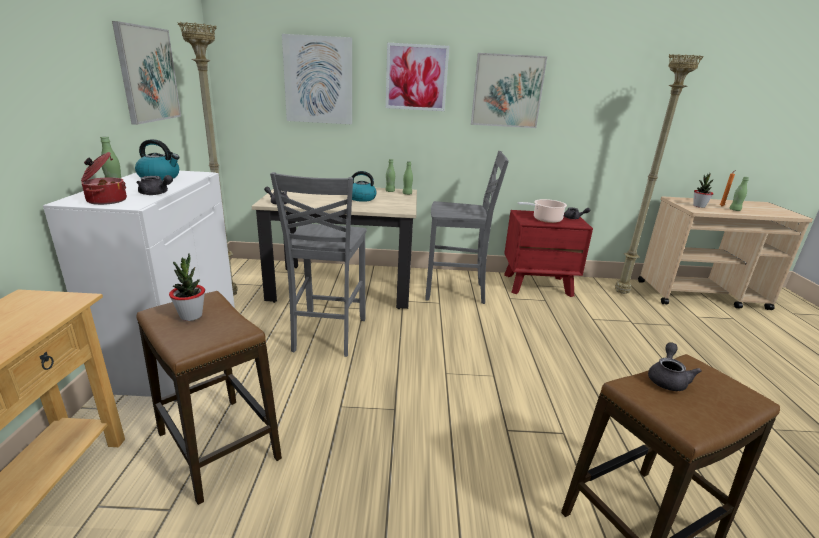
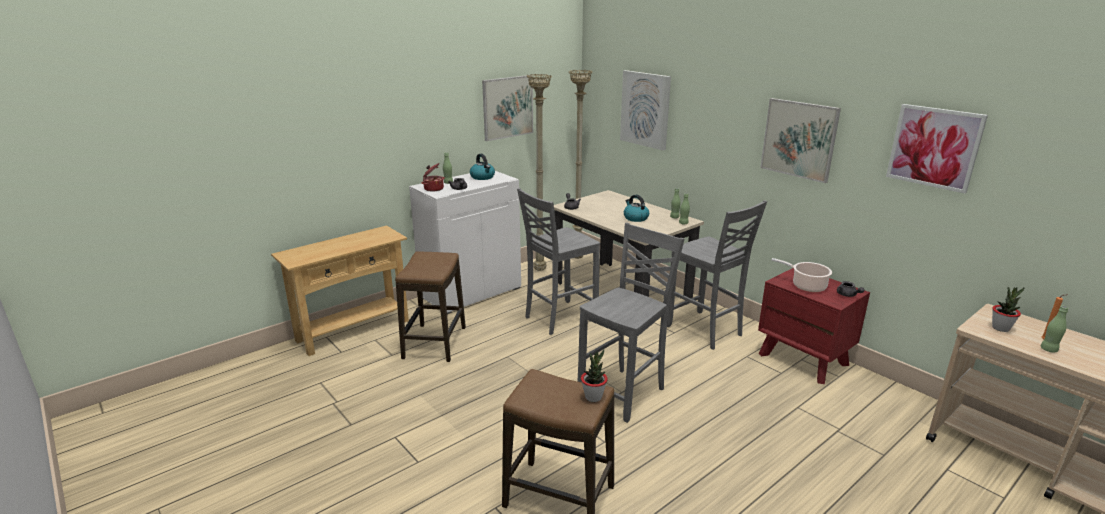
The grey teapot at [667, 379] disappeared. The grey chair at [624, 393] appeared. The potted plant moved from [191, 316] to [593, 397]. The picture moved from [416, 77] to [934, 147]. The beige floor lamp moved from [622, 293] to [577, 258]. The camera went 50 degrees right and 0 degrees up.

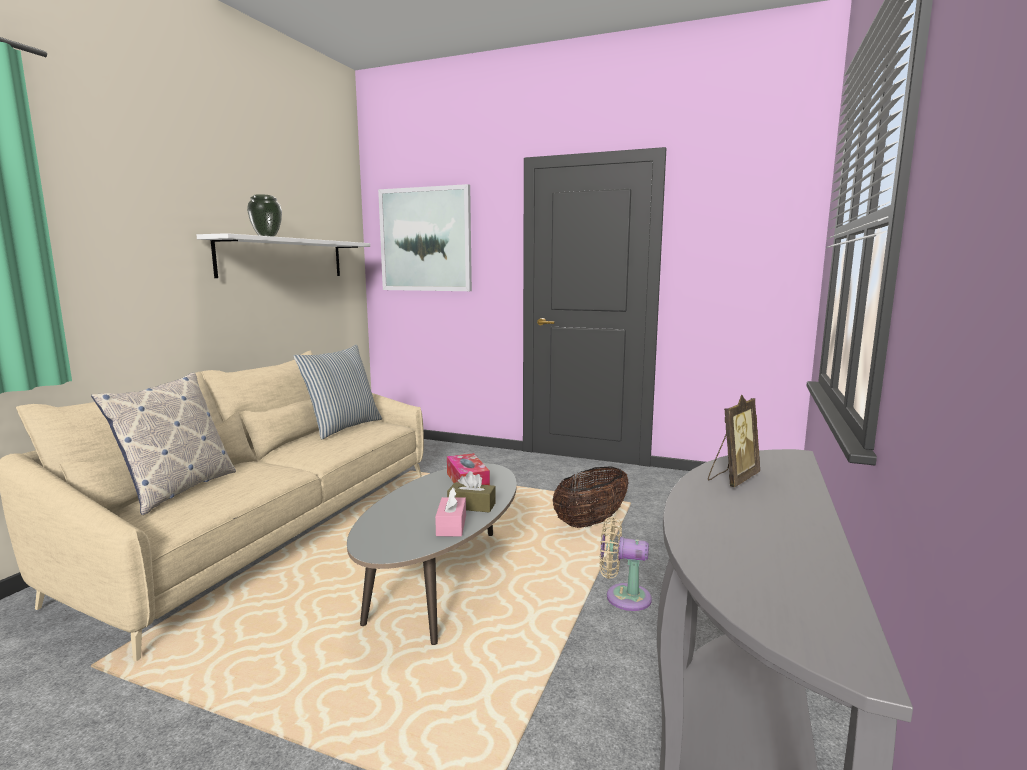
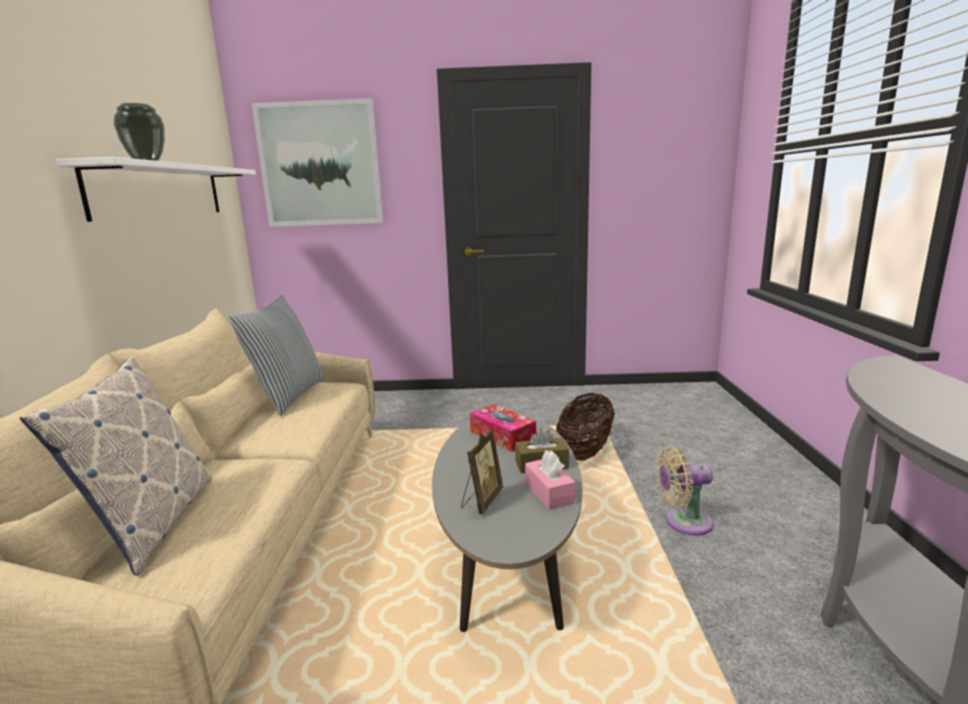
The picture frame moved from [732, 479] to [481, 501]. The camera went 20 degrees left and 5 degrees up.

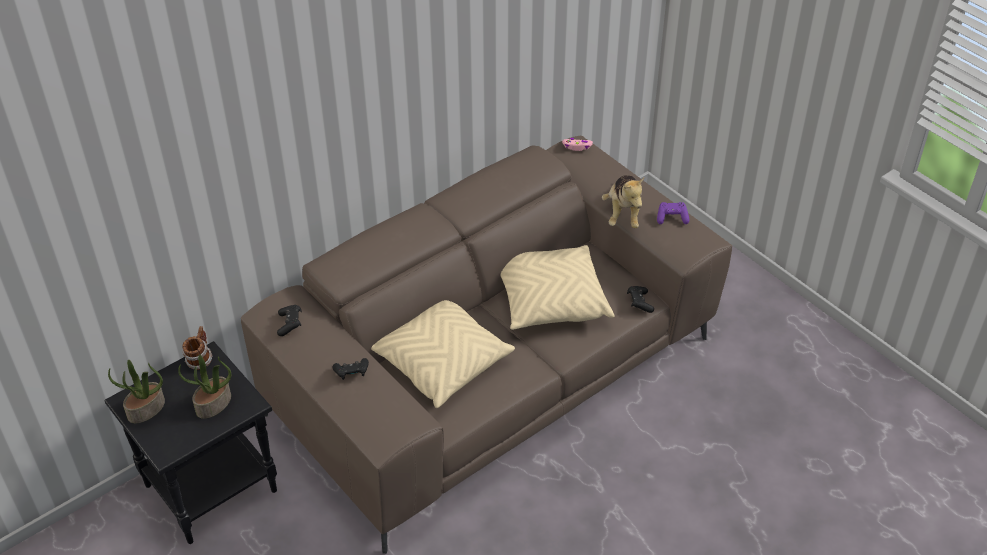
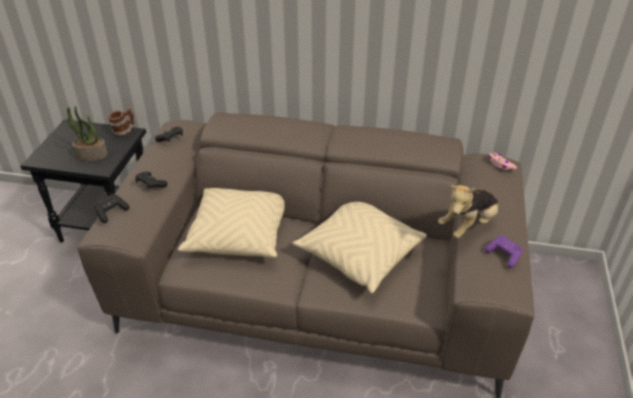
The potted plant at [146, 410] disappeared. The black game controller moved from [639, 303] to [111, 212]. The camera went 50 degrees right and 5 degrees down.

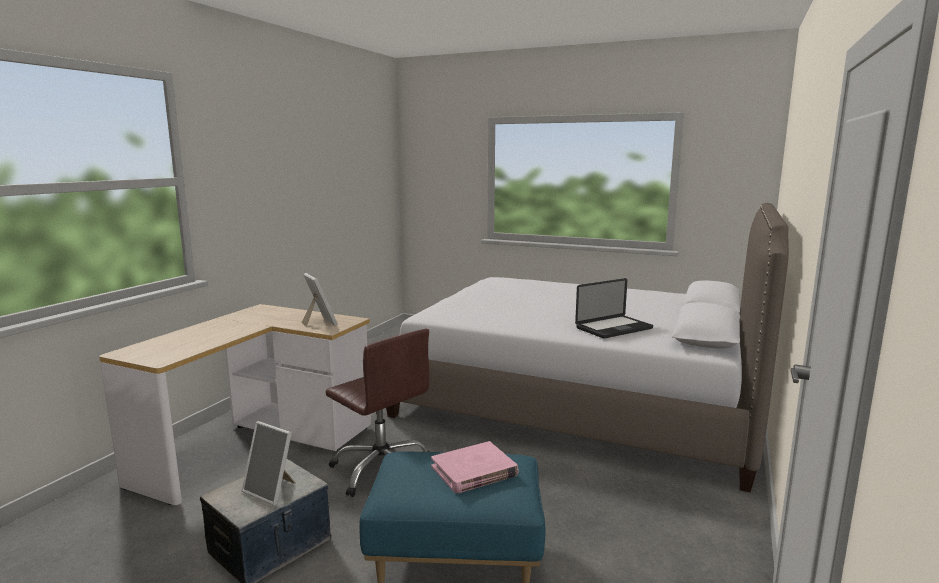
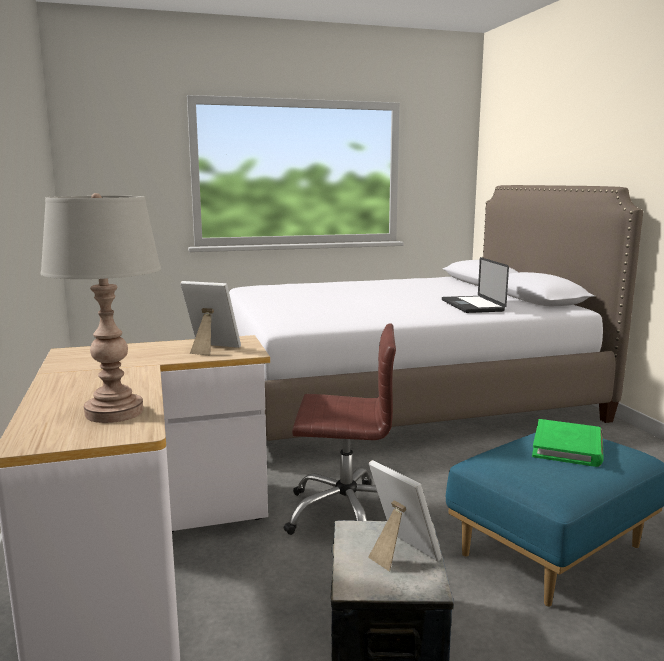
The grey table lamp at [114, 412] appeared. The pink book at [474, 471] became the green book at [568, 447]. The picture frame at [272, 491] turned 120 degrees counterclockwise. The laptop at [614, 328] turned 150 degrees clockwise. The camera went 40 degrees left and 0 degrees up.

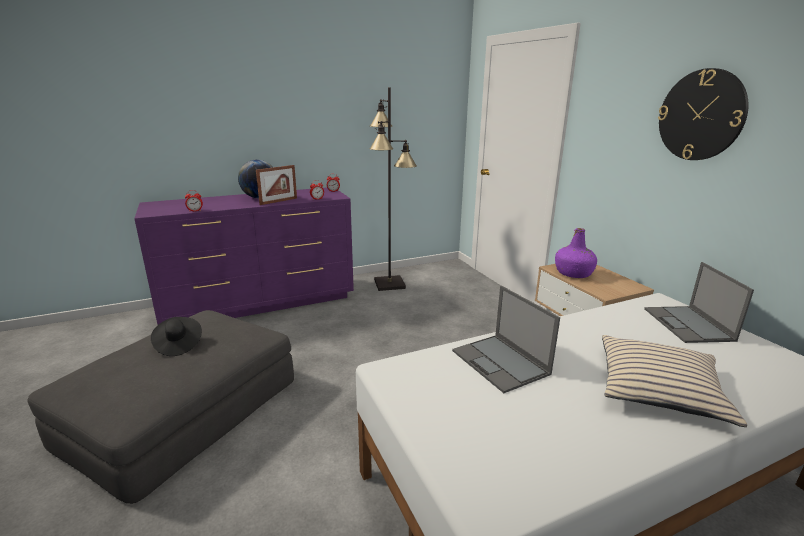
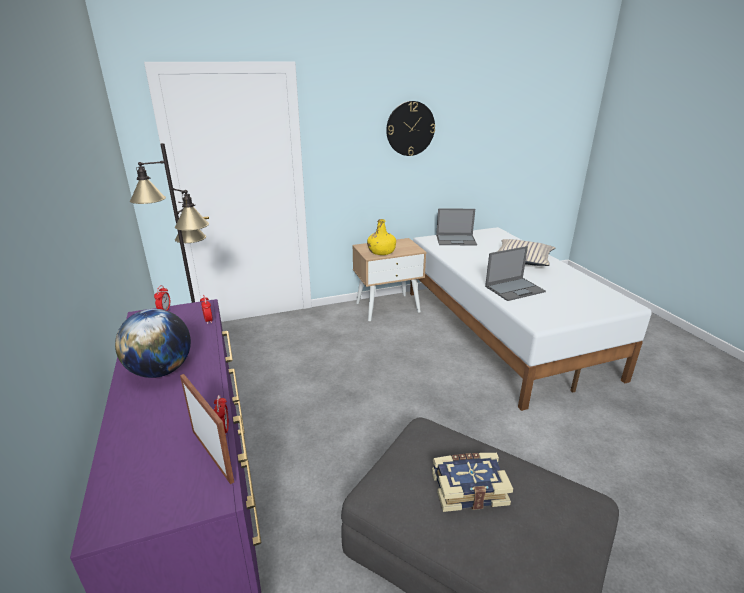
The picture frame moved from [278, 201] to [212, 455]. The black hat at [178, 345] was replaced by the book at [468, 488]. The purple bottle at [573, 273] became the yellow bottle at [381, 252]. The camera went 85 degrees left and 5 degrees up.

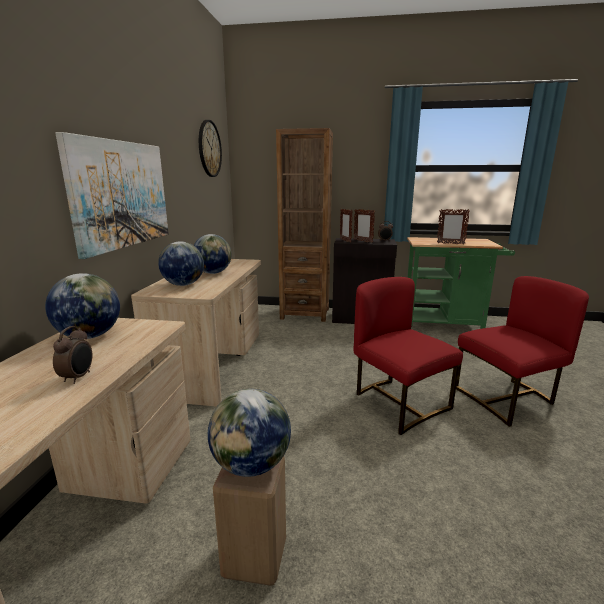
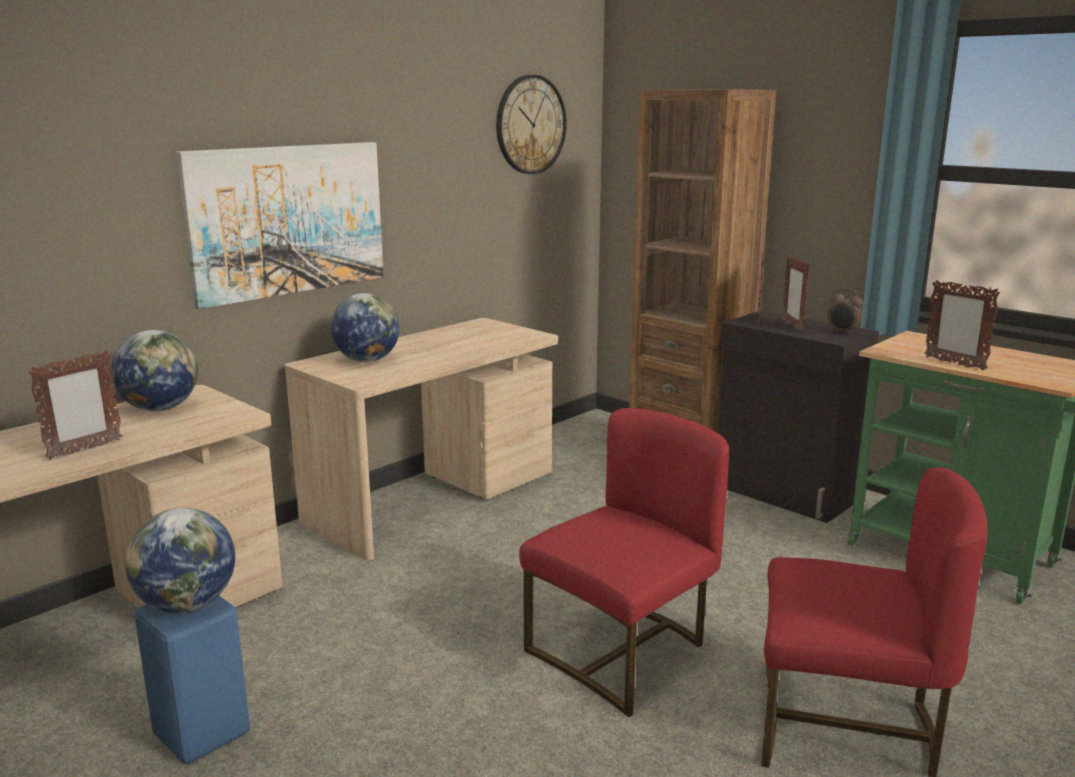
The globe at [213, 273] disappeared. The alarm clock at [78, 377] was replaced by the picture frame at [84, 449]. The beige stool at [256, 559] became the blue stool at [201, 735]. The red chair at [398, 403] turned 45 degrees clockwise. The camera went 35 degrees right and 0 degrees up.

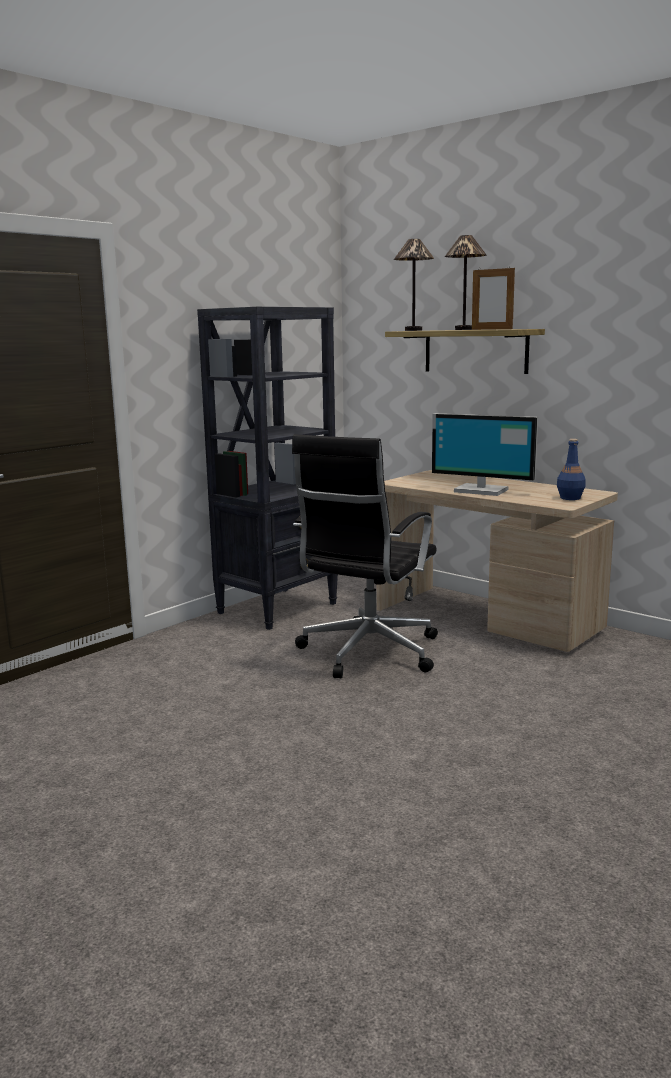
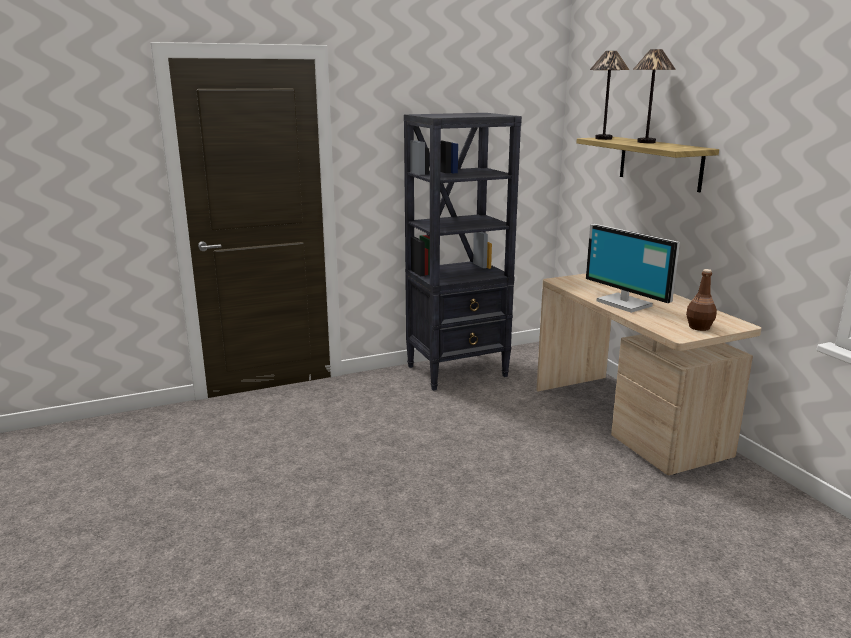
The black office chair at [367, 653] disappeared. The picture frame at [492, 329] disappeared. The blue bottle at [569, 498] became the brown bottle at [699, 327]. The camera went 25 degrees right and 5 degrees up.

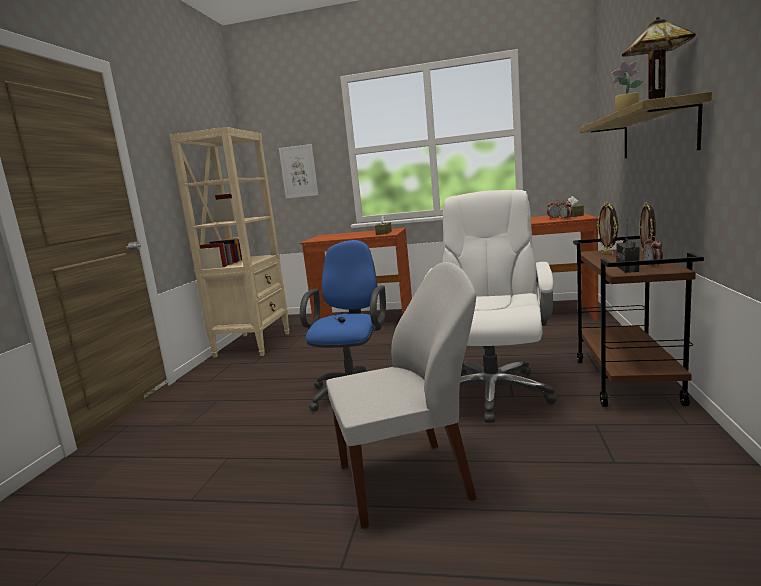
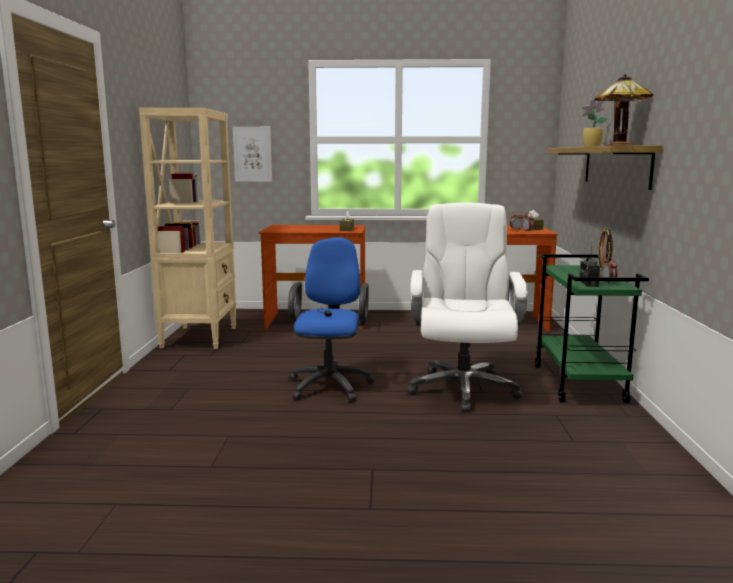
The white chair at [408, 481] disappeared. The picture frame at [607, 254] disappeared. The brown cart at [627, 382] became the green cart at [579, 384]. The camera went 10 degrees left and 0 degrees up.

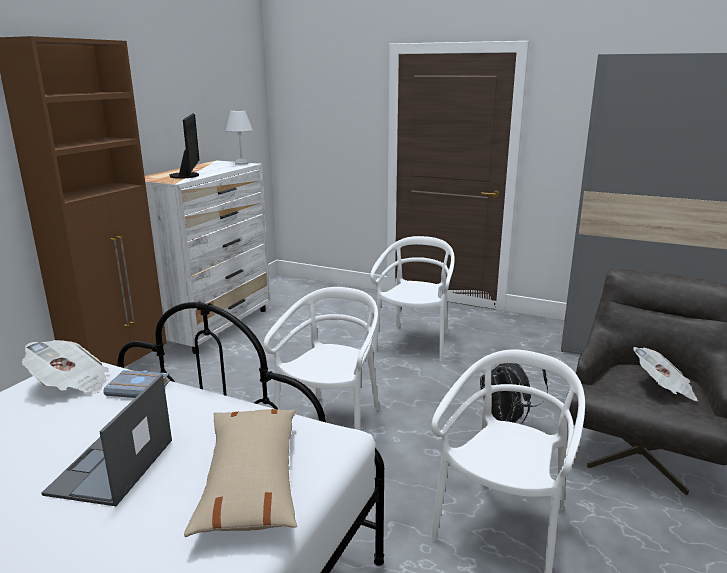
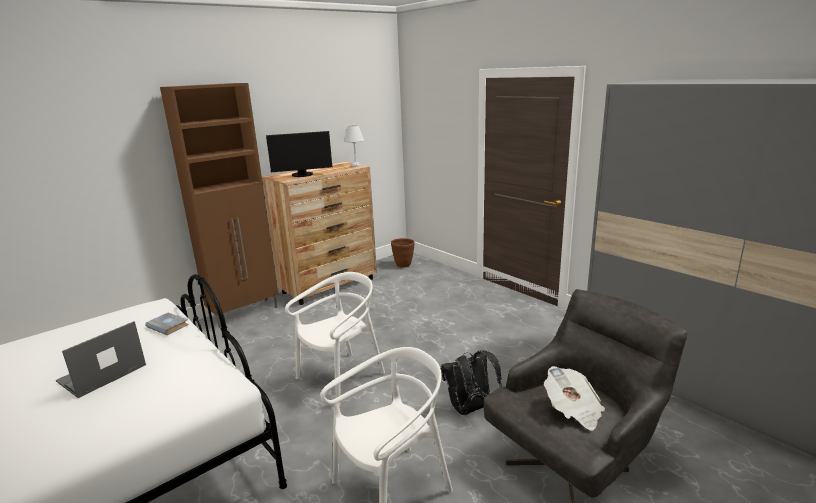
The newspaper at [71, 384] disappeared. The beige pillow at [251, 481] disappeared. The white chair at [414, 343] disappeared. The brown planter at [403, 265] appeared. The white dresser at [215, 326] became the brown dresser at [329, 286]. The monitor at [188, 175] turned 60 degrees clockwise. The camera went 25 degrees right and 0 degrees up.

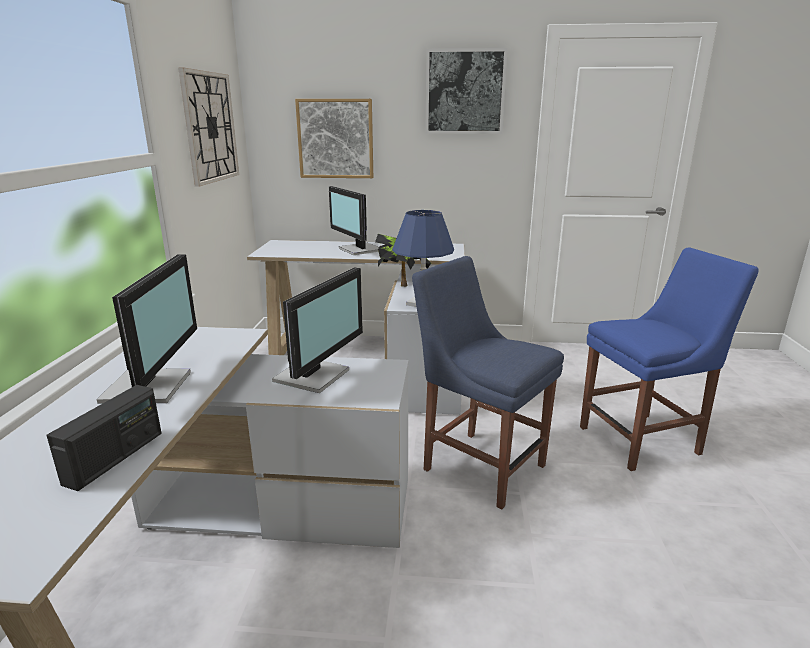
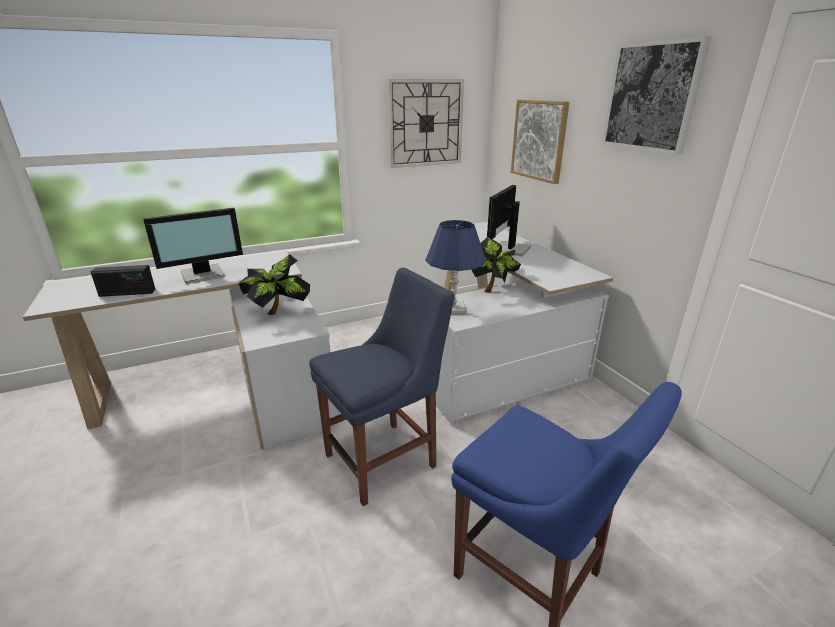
The monitor at [315, 375] was replaced by the potted plant at [280, 312]. The blue chair at [479, 464] turned 45 degrees clockwise. The camera went 60 degrees right and 5 degrees up.

